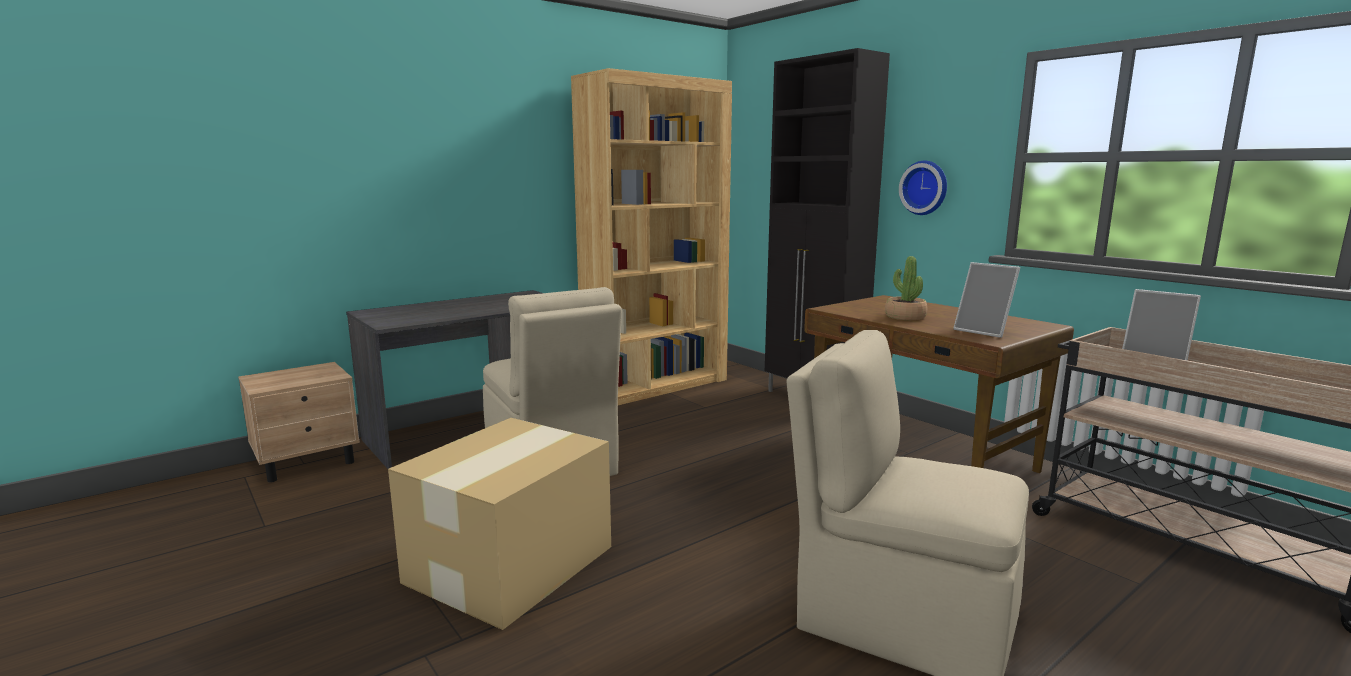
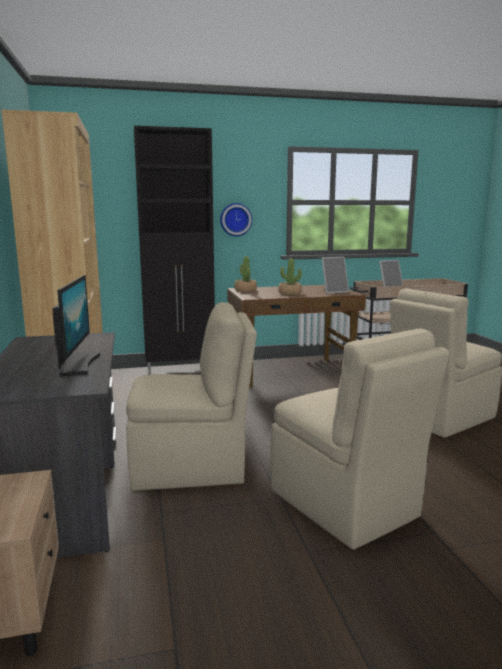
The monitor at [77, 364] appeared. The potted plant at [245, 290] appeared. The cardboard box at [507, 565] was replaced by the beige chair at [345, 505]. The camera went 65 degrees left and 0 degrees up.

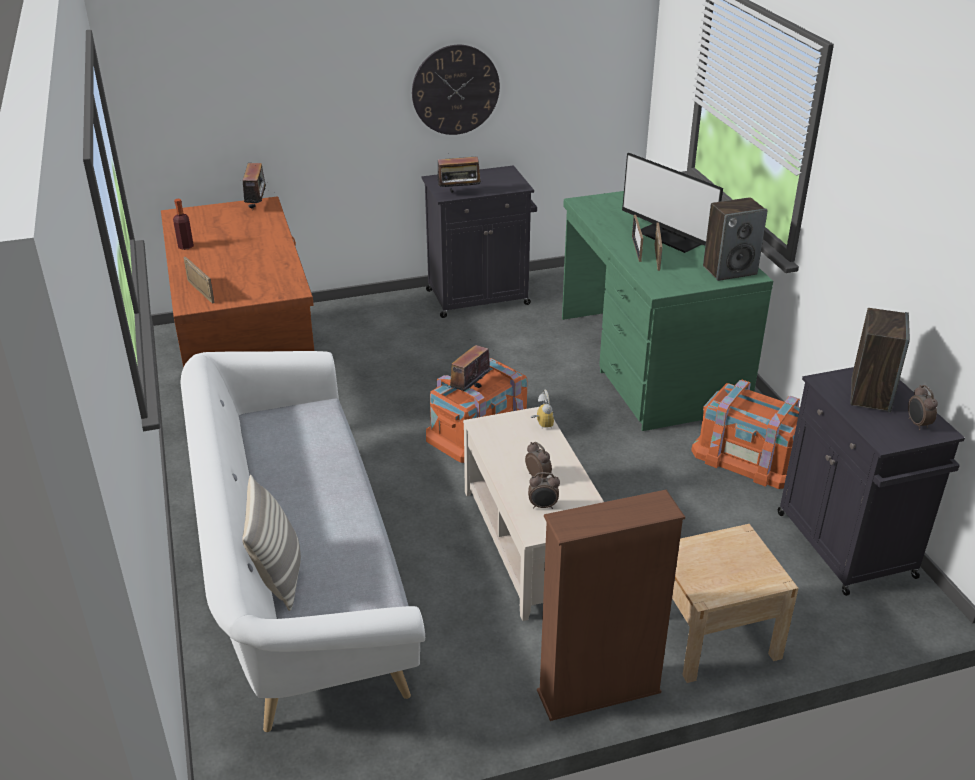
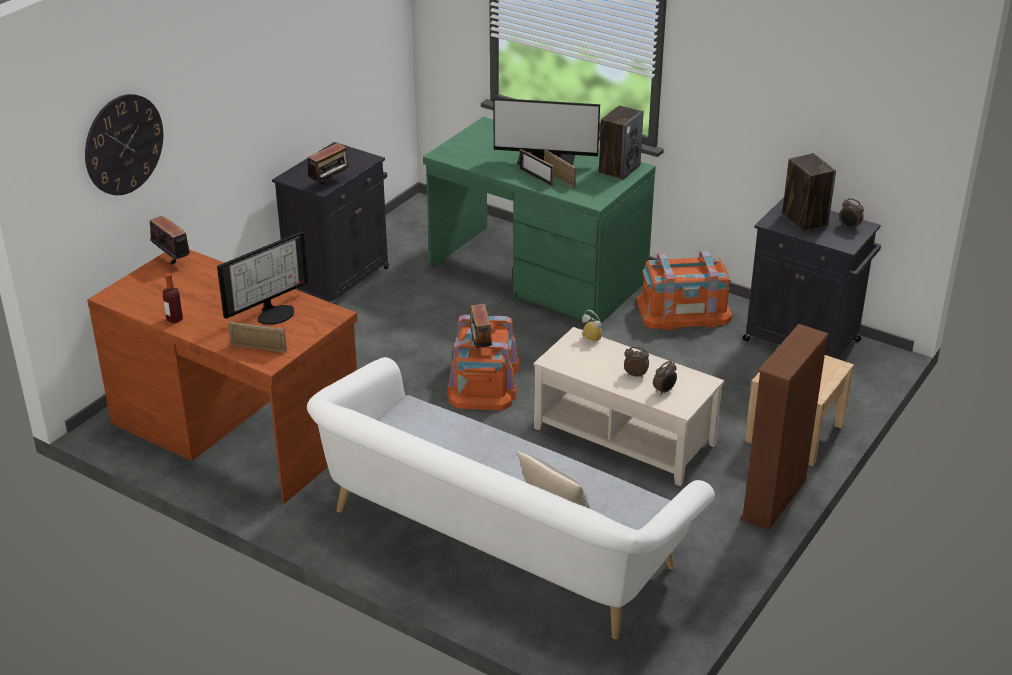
The monitor at [274, 313] appeared. The wall clock moved from [455, 90] to [124, 144]. The camera went 40 degrees left and 0 degrees up.

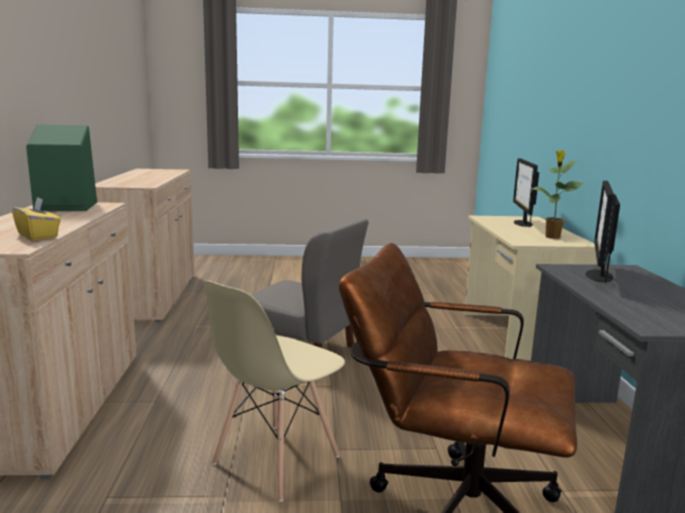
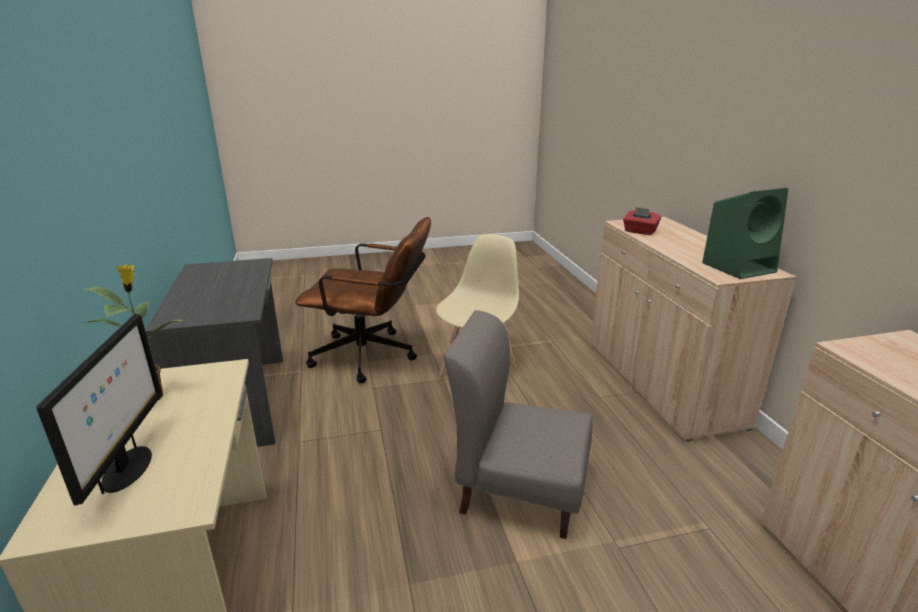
The monitor at [598, 275] disappeared. The yellow tissue box at [38, 236] became the red tissue box at [639, 232]. The camera went 170 degrees right and 10 degrees up.

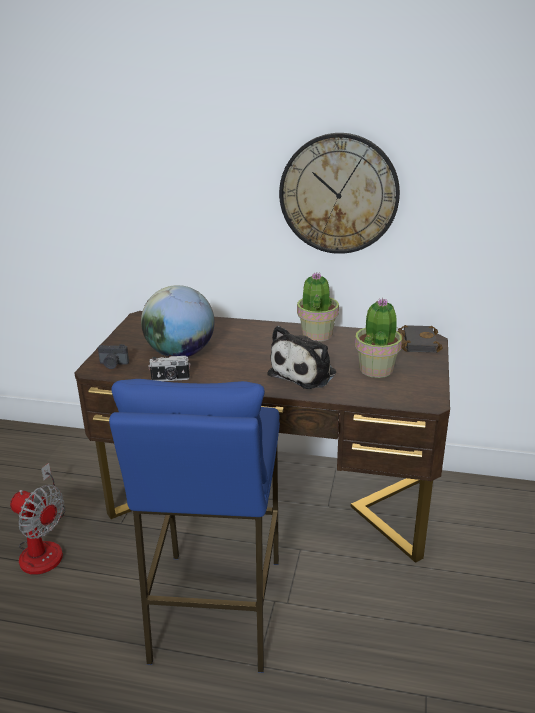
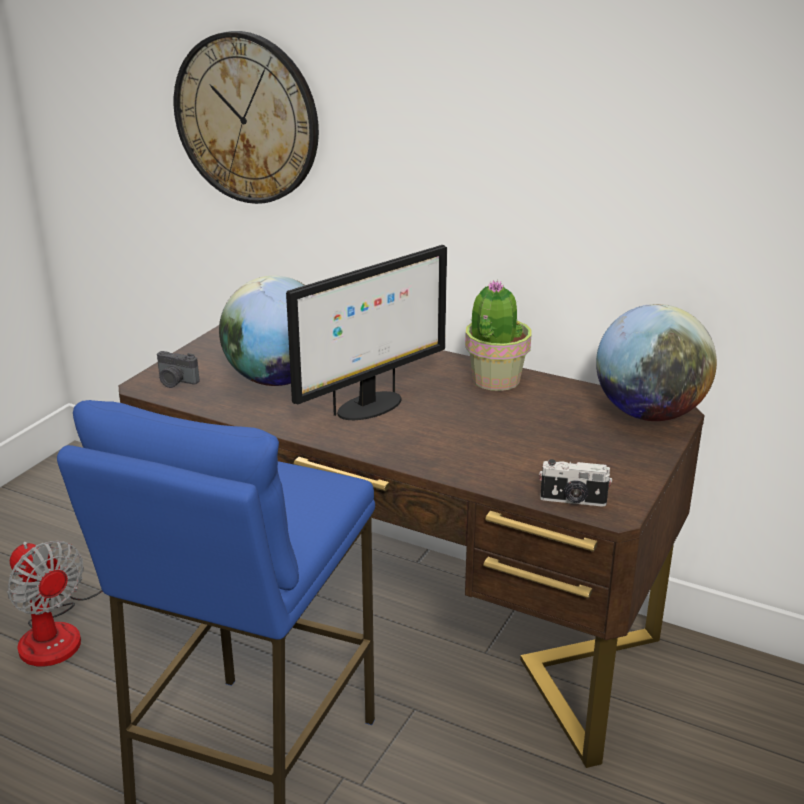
The plush toy at [305, 373] disappeared. The potted plant at [376, 369] disappeared. The monitor at [369, 407] appeared. The photo camera moved from [170, 379] to [573, 500]. The wall clock moved from [339, 194] to [247, 118]. The black book at [417, 342] was replaced by the globe at [649, 413]. The camera went 15 degrees right and 0 degrees up.

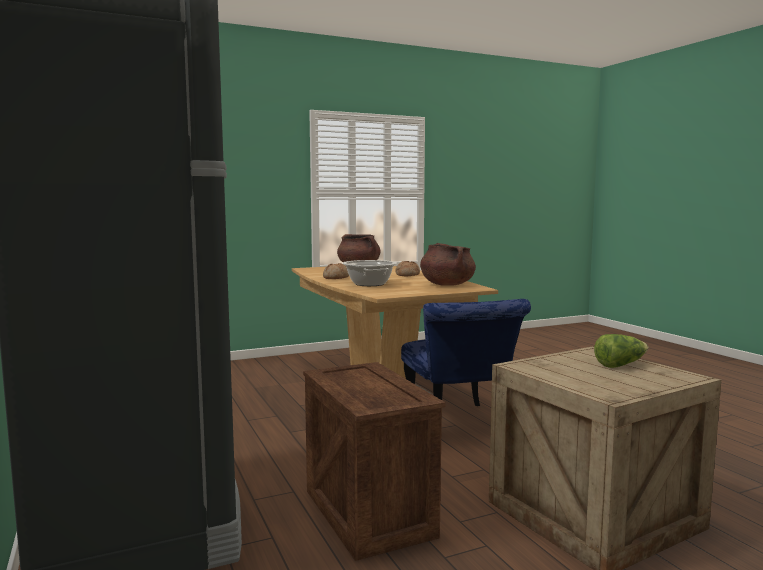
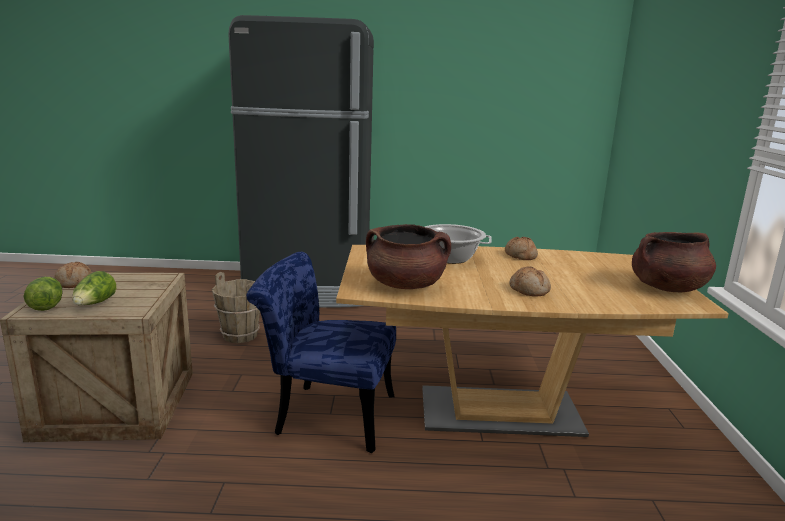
The lettuce at [46, 304] appeared. The bread at [75, 282] appeared. The crate at [366, 513] was replaced by the brown bucket at [240, 335]. The camera went 115 degrees right and 10 degrees up.

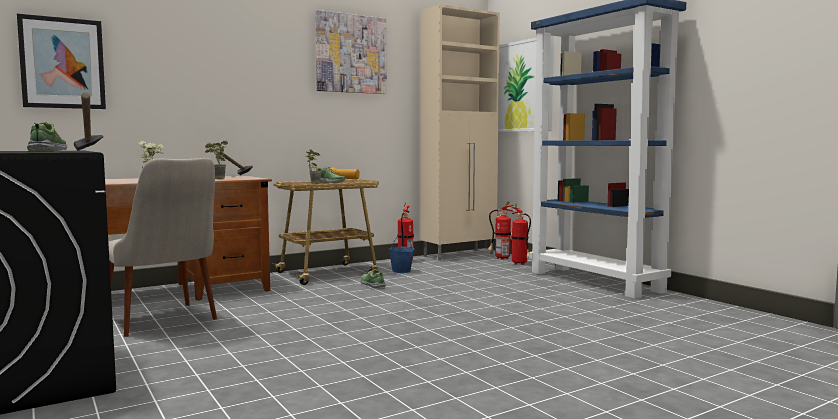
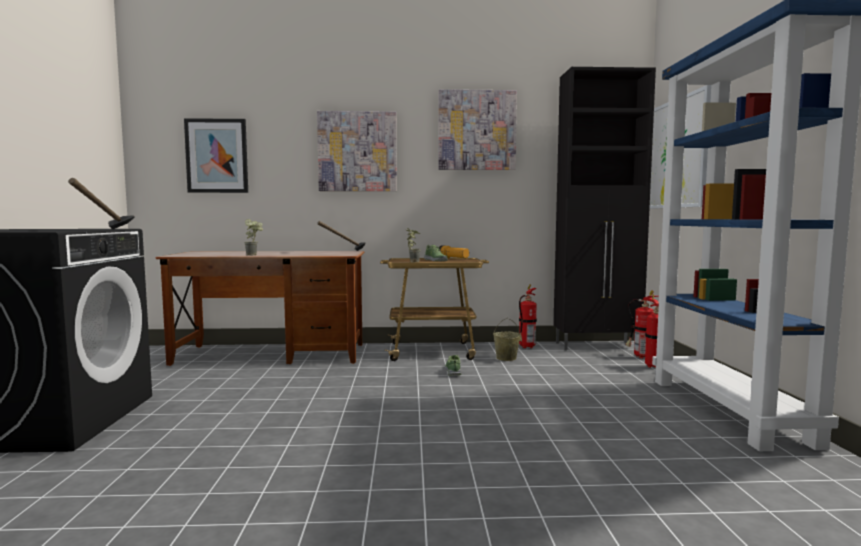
The shoe at [48, 151] disappeared. The beige chair at [166, 323] disappeared. The potted plant at [217, 179] disappeared. The picture at [357, 152] appeared. The blue bucket at [401, 271] became the beige bucket at [506, 358]. The beige cabinet at [460, 255] became the black cabinet at [597, 346]. The camera went 30 degrees right and 0 degrees up.

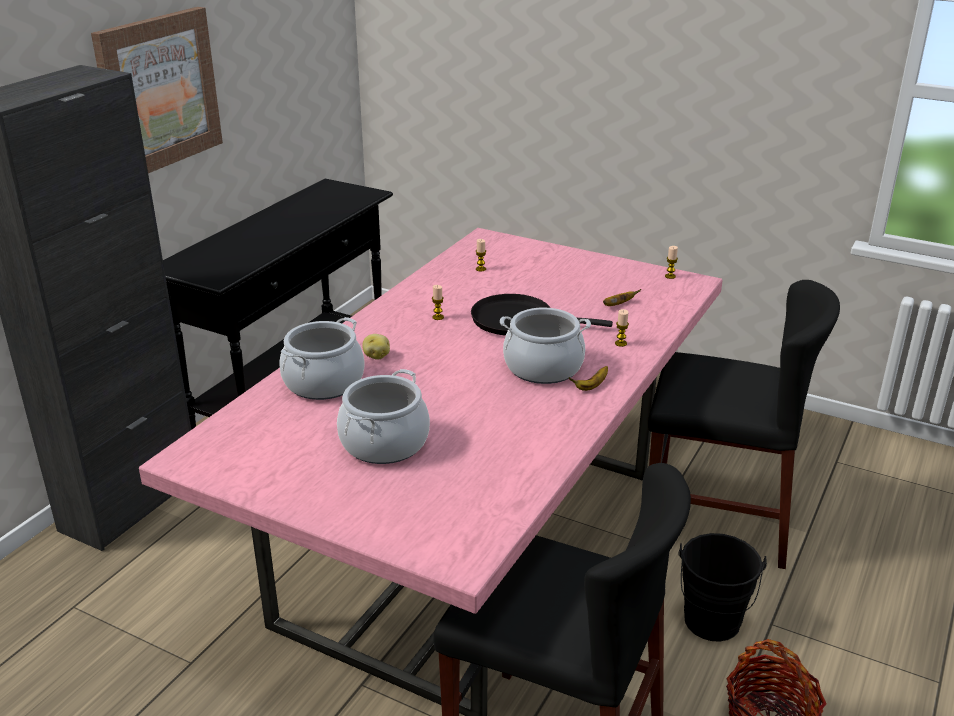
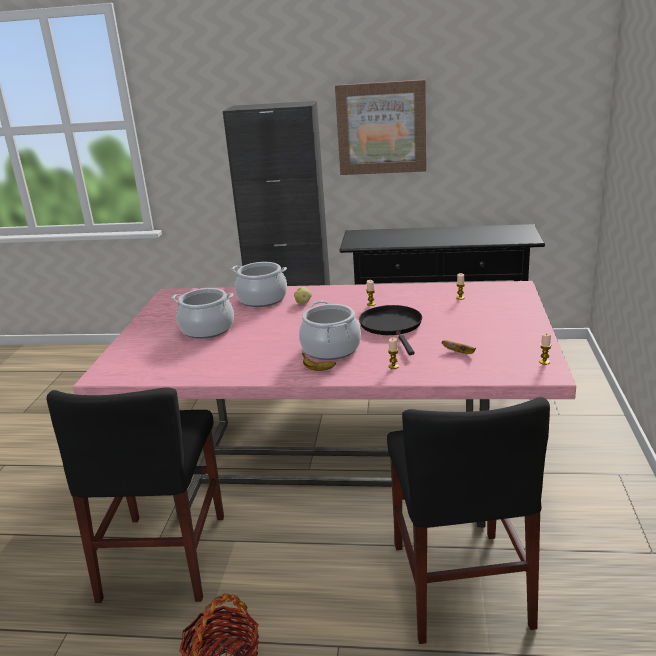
The black bucket at [711, 626] disappeared. The camera went 70 degrees right and 5 degrees down.

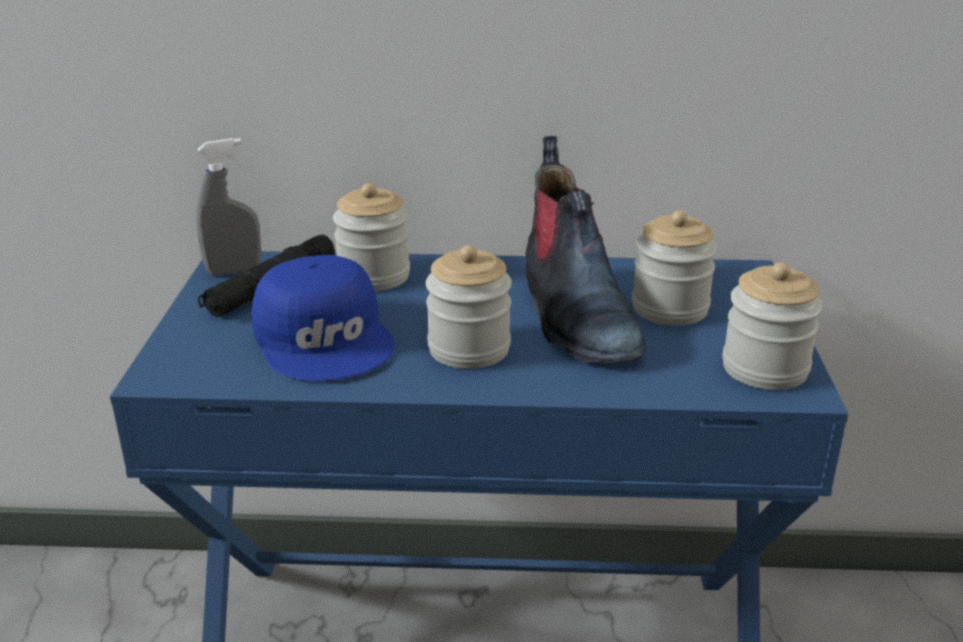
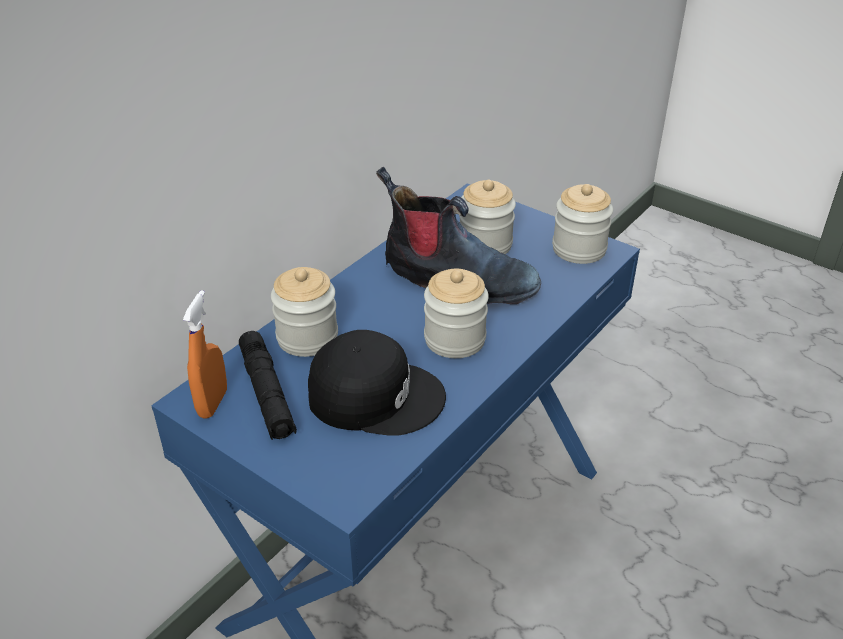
The grey spray bottle at [234, 271] became the orange spray bottle at [213, 403]. The blue cap at [326, 338] became the black cap at [375, 394]. The camera went 55 degrees left and 10 degrees up.

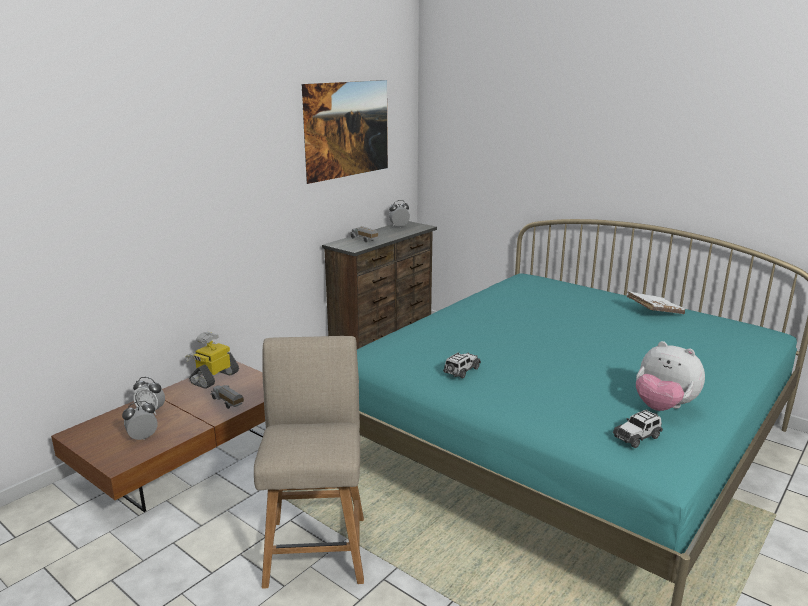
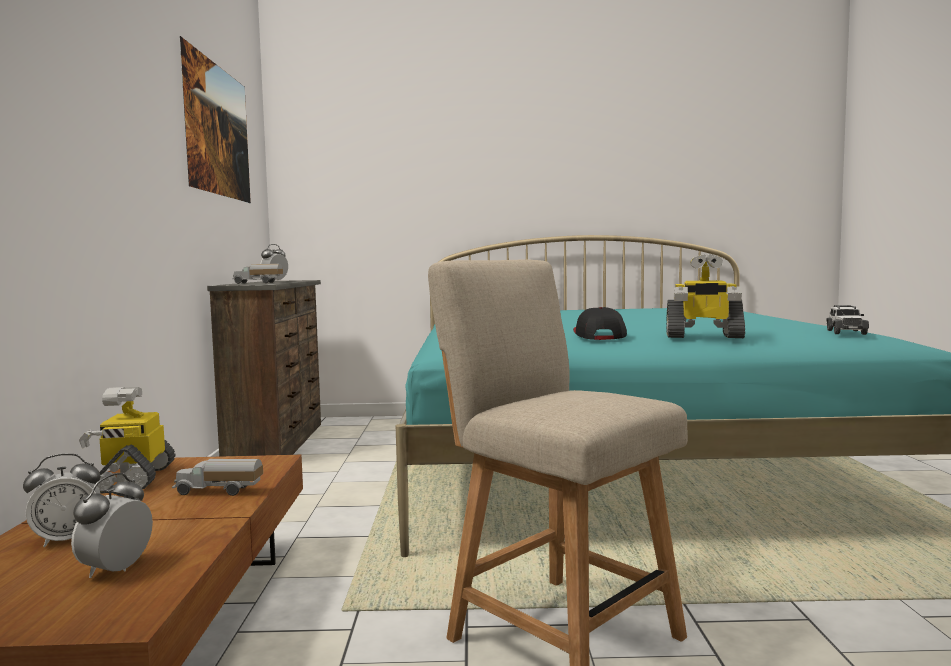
The white book at [654, 311] disappeared. The plush toy at [663, 407] disappeared. The toy robot at [703, 336] appeared. The toy car at [461, 371] was replaced by the cap at [598, 335]. The camera went 40 degrees left and 15 degrees down.

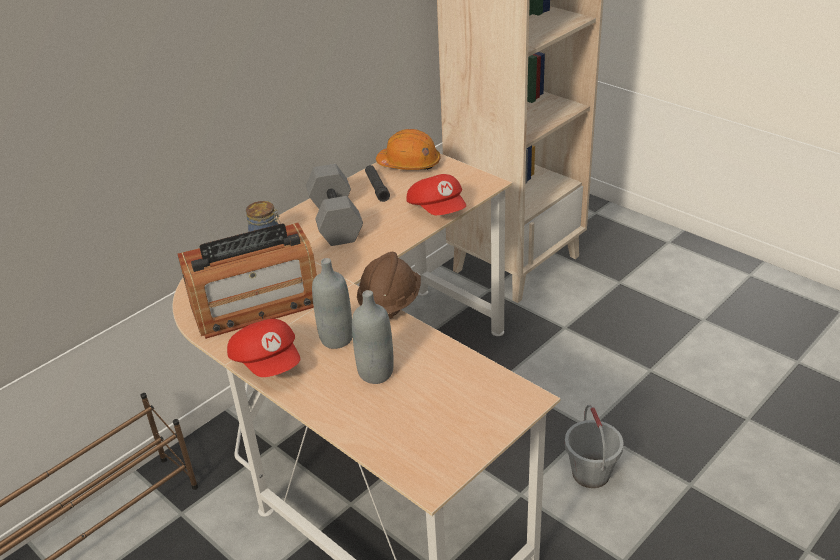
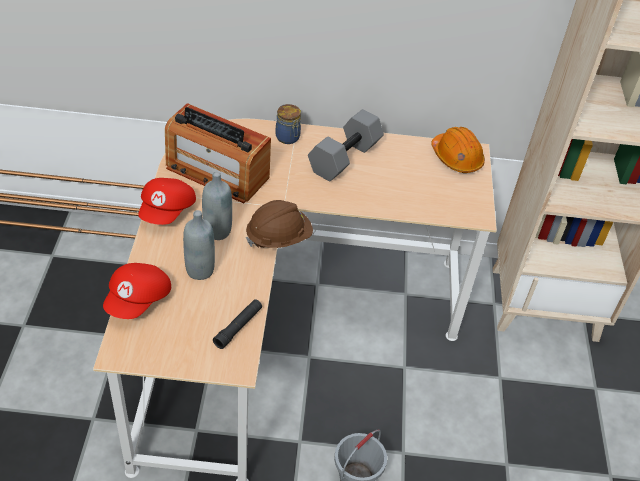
The black flashlight moved from [377, 187] to [238, 327]. The red cap moved from [438, 210] to [139, 300]. The camera went 45 degrees right and 10 degrees up.

